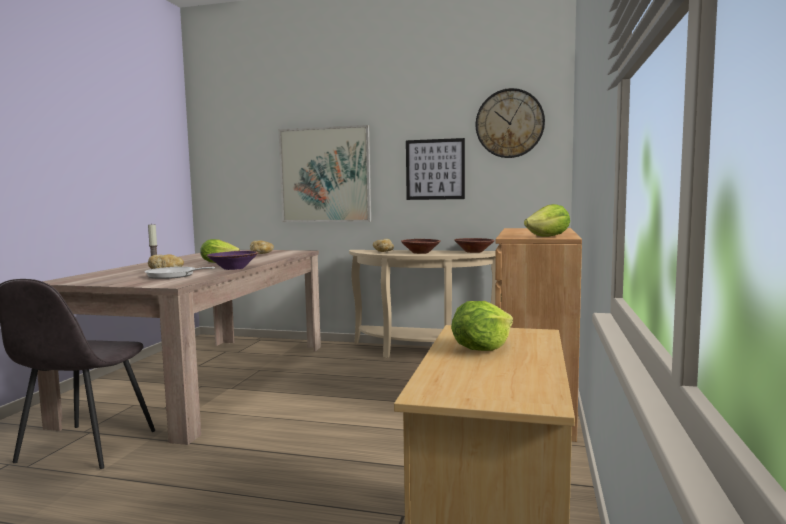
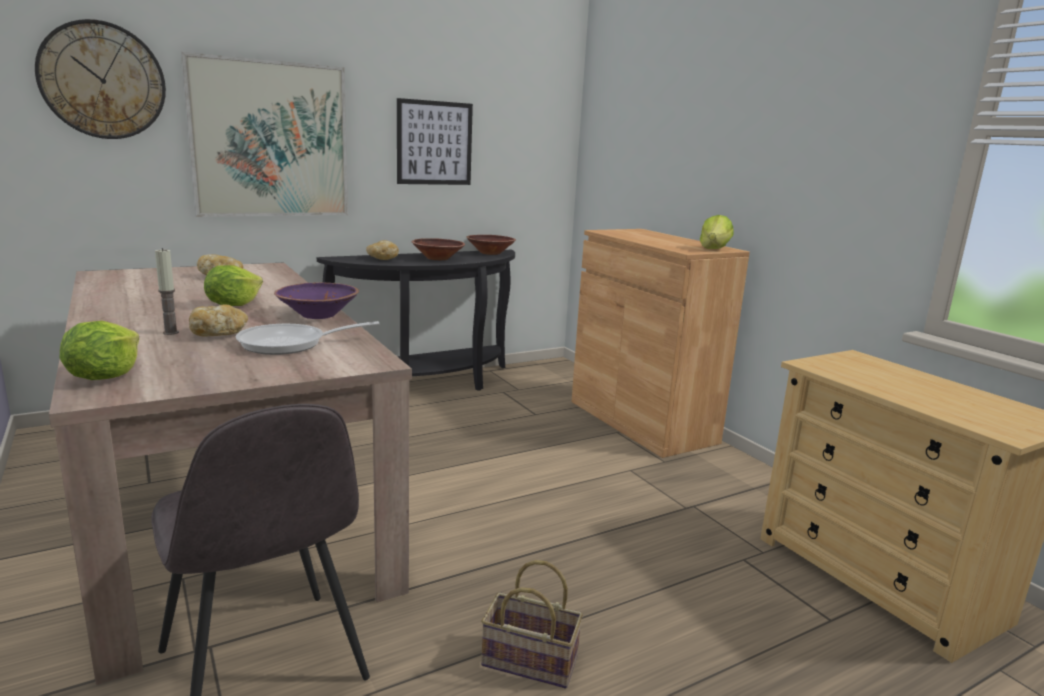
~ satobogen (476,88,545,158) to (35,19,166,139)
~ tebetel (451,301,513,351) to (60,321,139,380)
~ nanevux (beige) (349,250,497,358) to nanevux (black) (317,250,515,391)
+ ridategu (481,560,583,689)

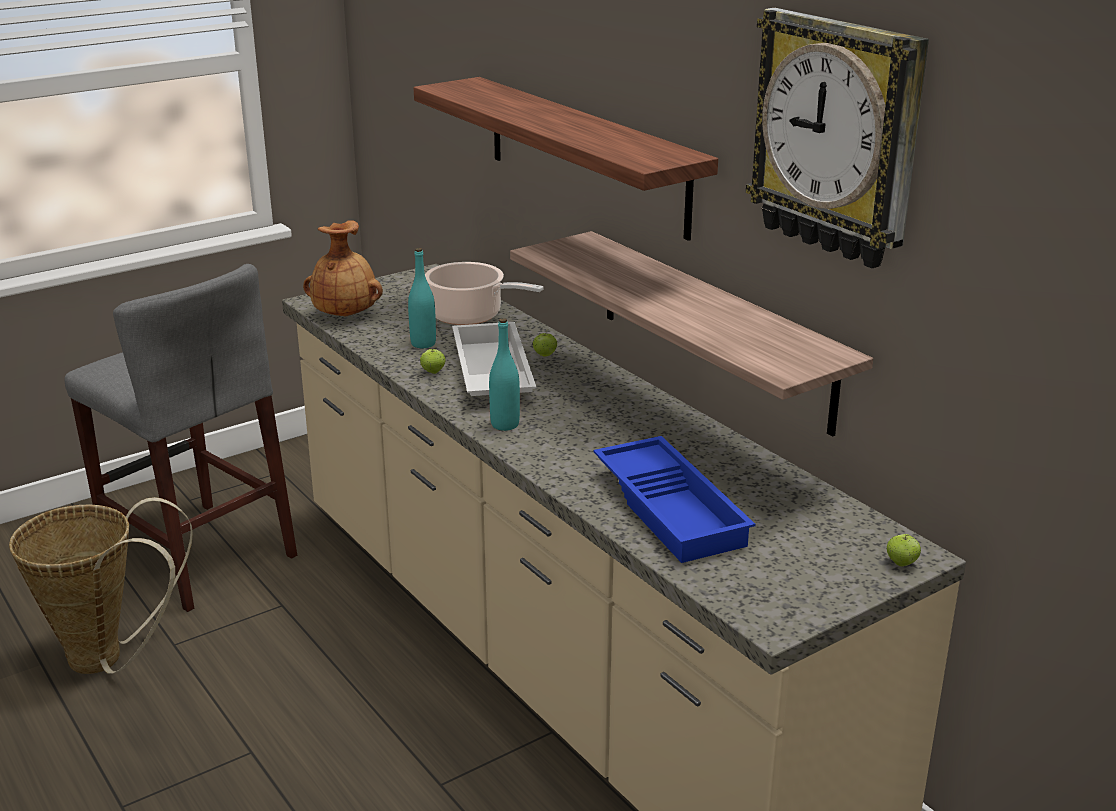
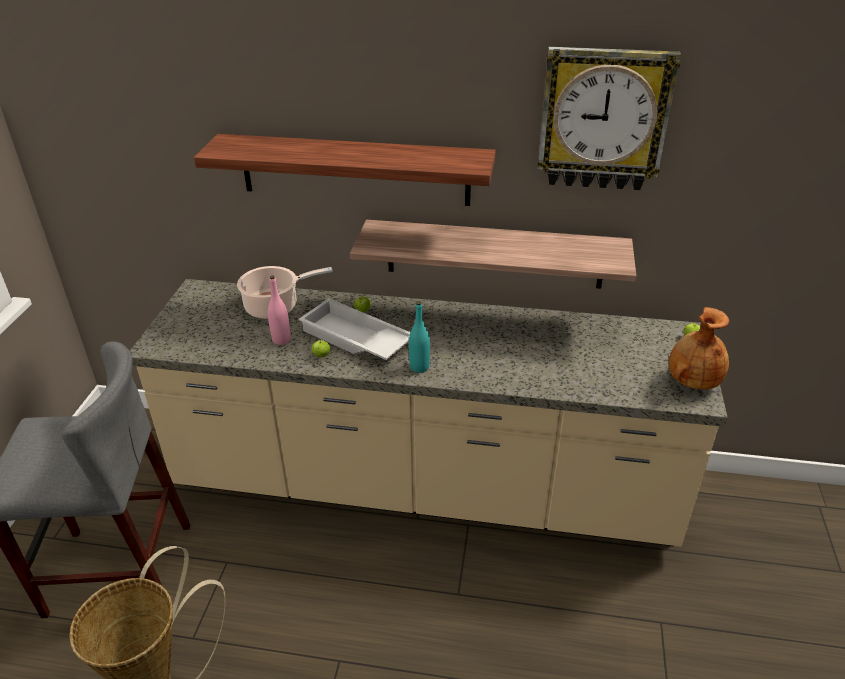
~ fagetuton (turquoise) (408,248,436,348) to fagetuton (pink) (268,275,291,345)
~ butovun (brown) (303,220,383,317) to (669,307,729,390)
- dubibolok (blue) (593,436,756,563)

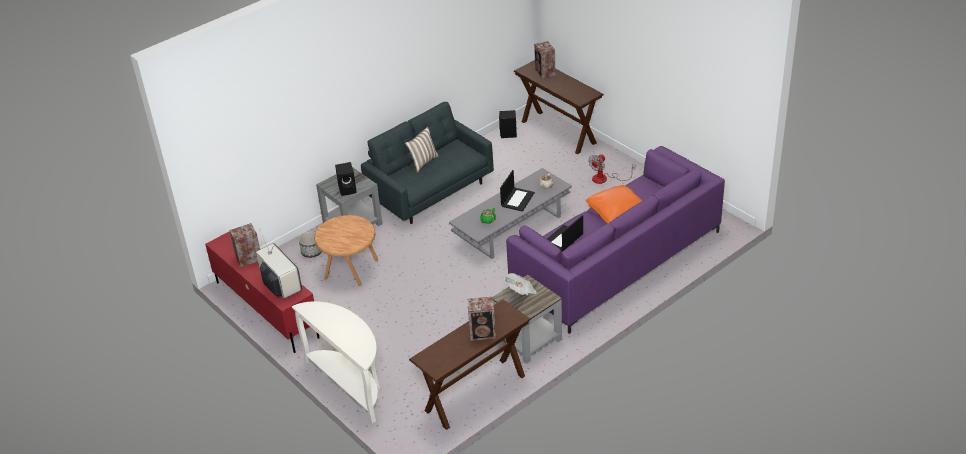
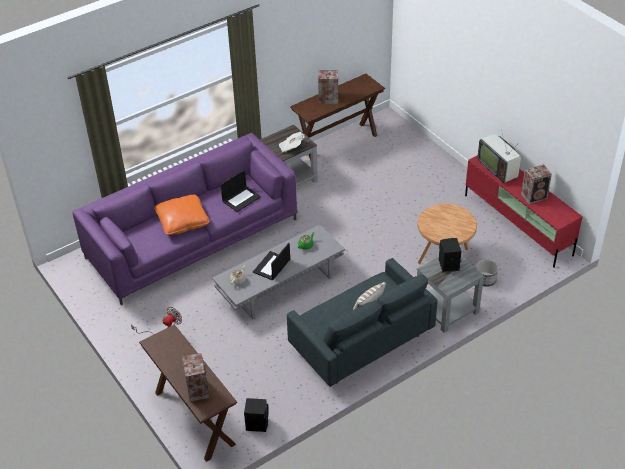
- nanevux (white) (292,301,380,424)

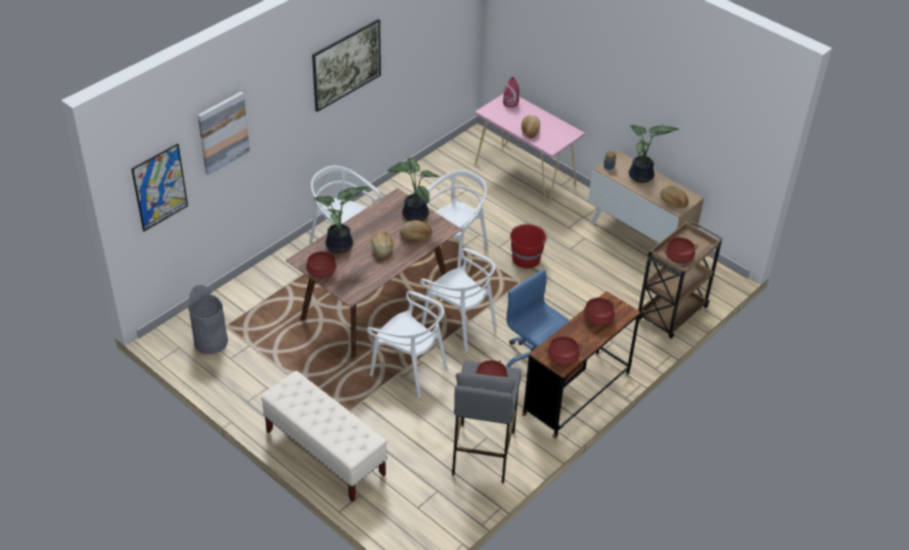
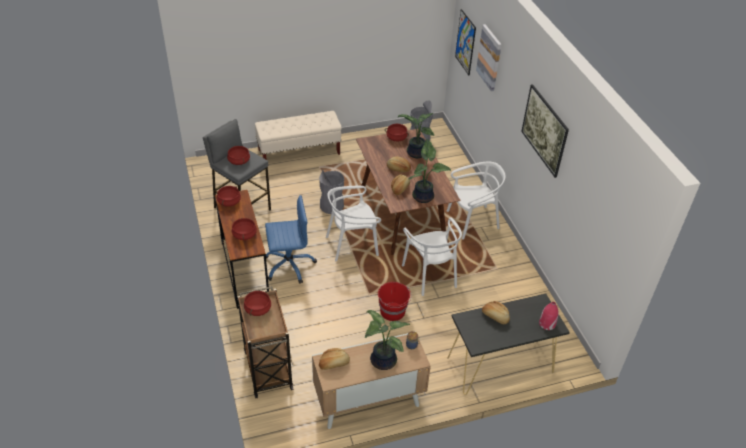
~ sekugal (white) (367,291,448,398) to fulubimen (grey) (319,169,344,214)
~ nanevux (pink) (475,94,585,206) to nanevux (black) (447,293,570,395)

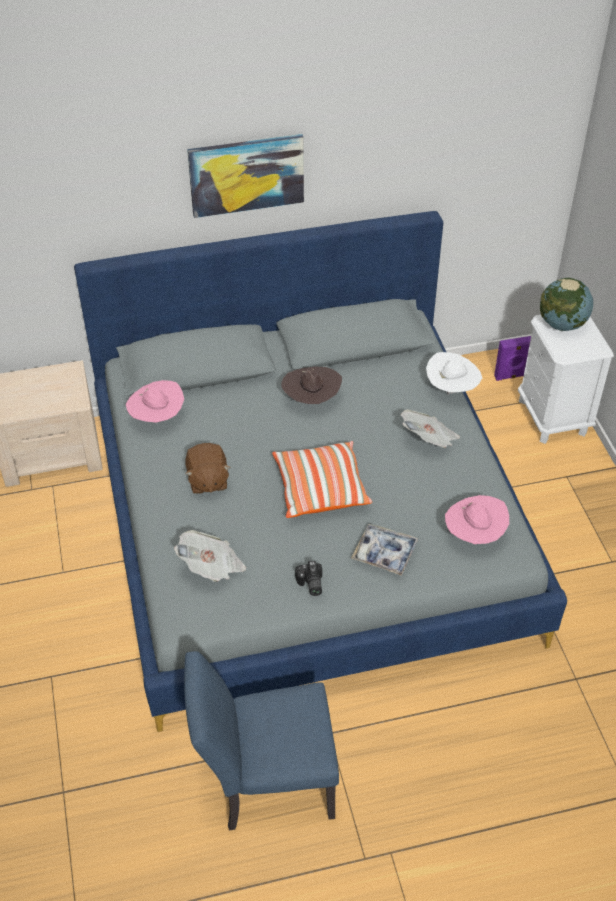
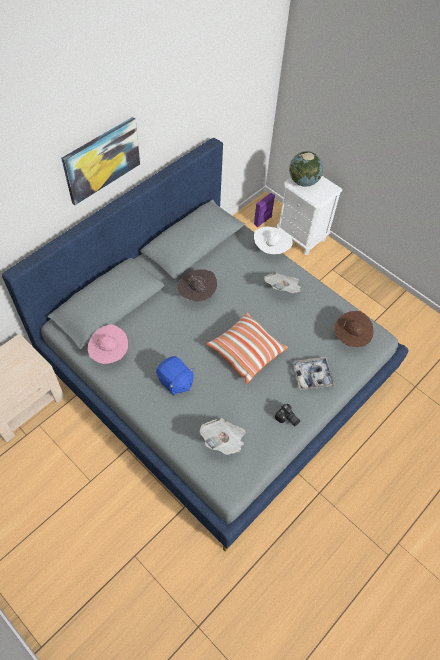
~ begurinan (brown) (185,443,231,494) to begurinan (blue) (156,356,194,395)
~ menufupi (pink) (445,495,509,544) to menufupi (brown) (335,311,374,347)
- sekugal (blue) (184,651,339,831)

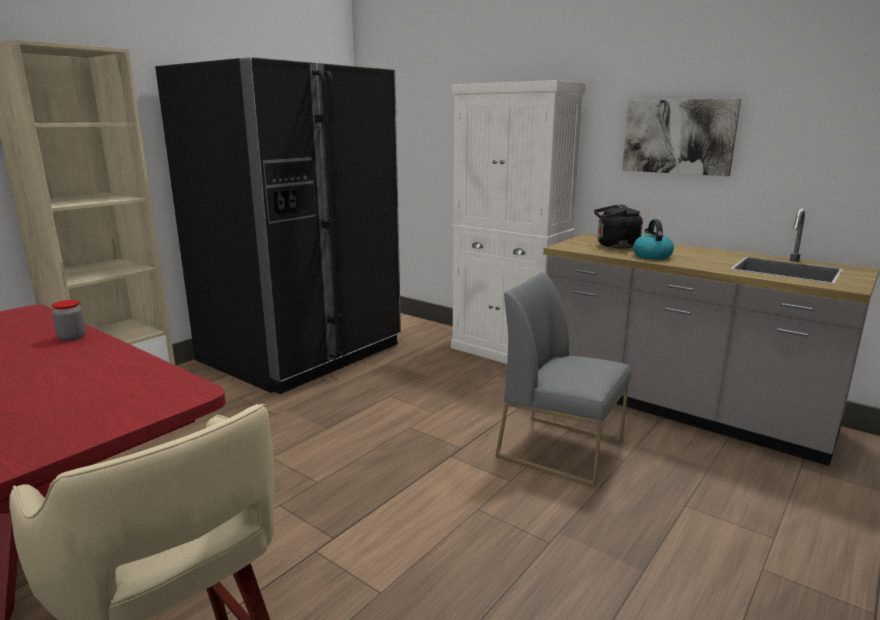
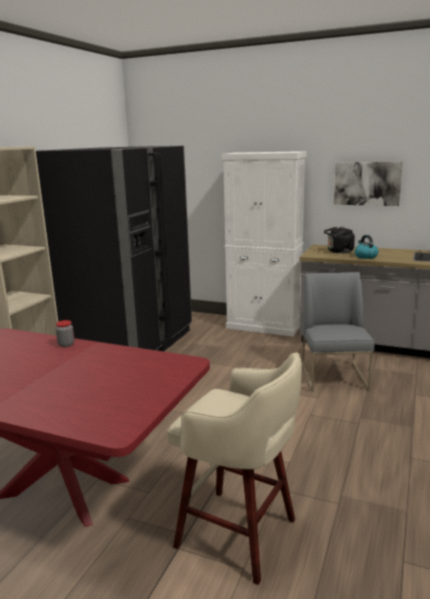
~ sekugal (grey) (495,272,631,488) = (302,272,375,392) 75 degrees clockwise

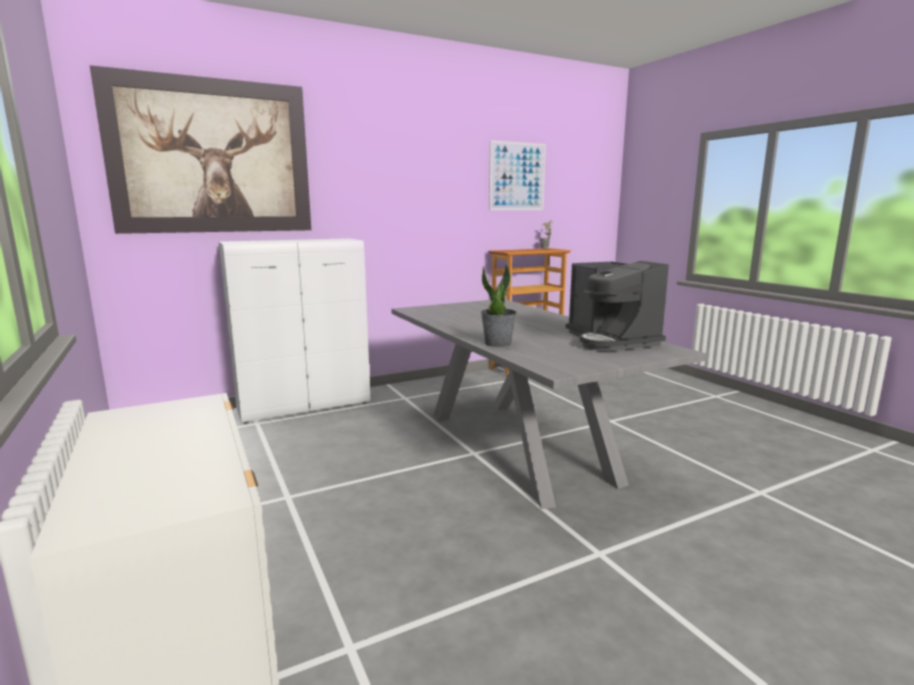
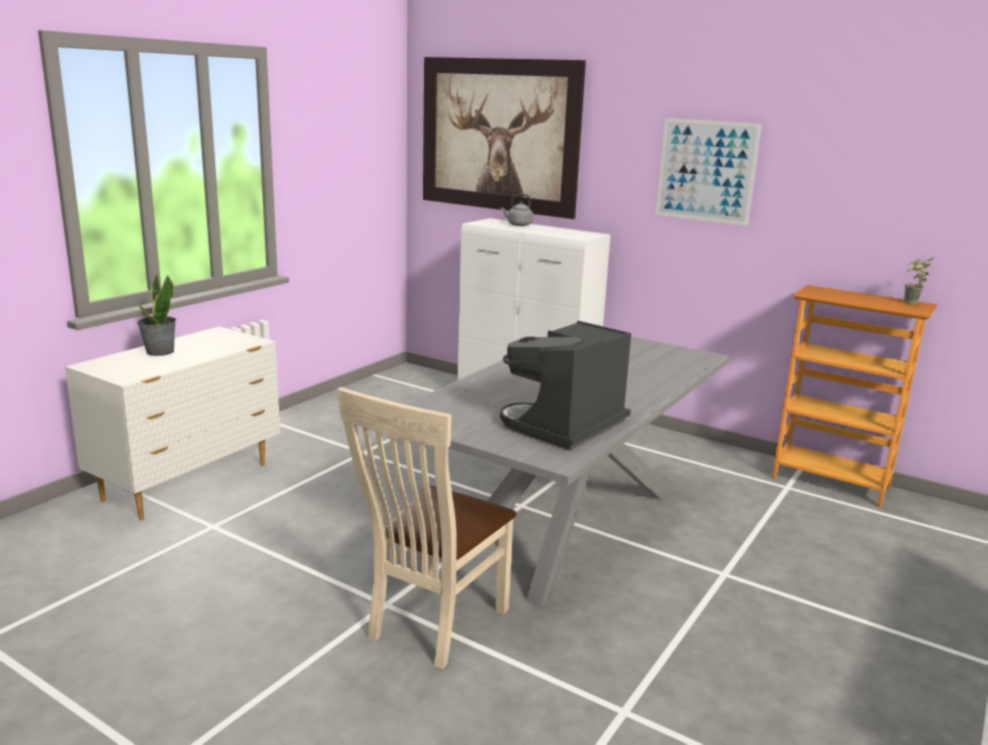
~ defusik (481,263,517,347) to (137,273,176,356)
+ sekugal (beige) (337,387,516,669)
+ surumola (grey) (501,194,533,226)
~ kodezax (489,140,546,210) to (656,118,761,225)

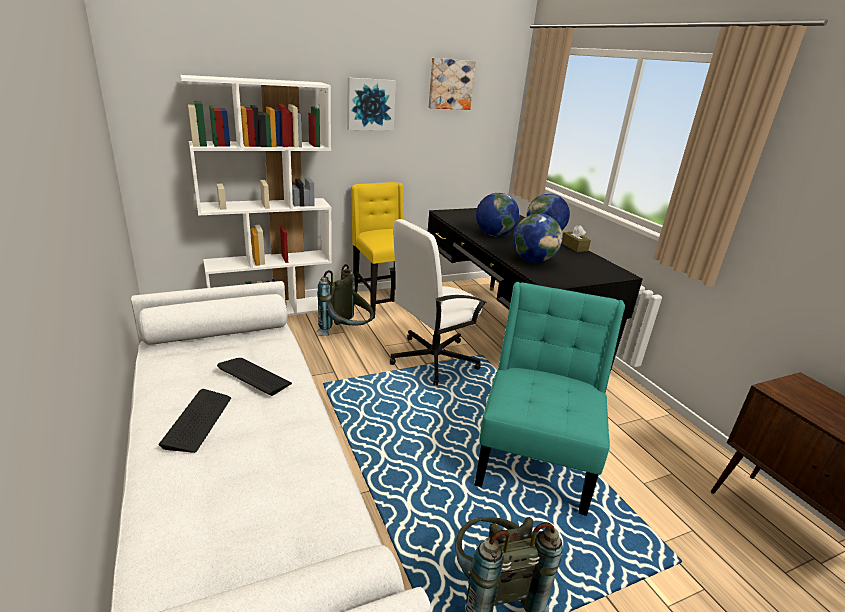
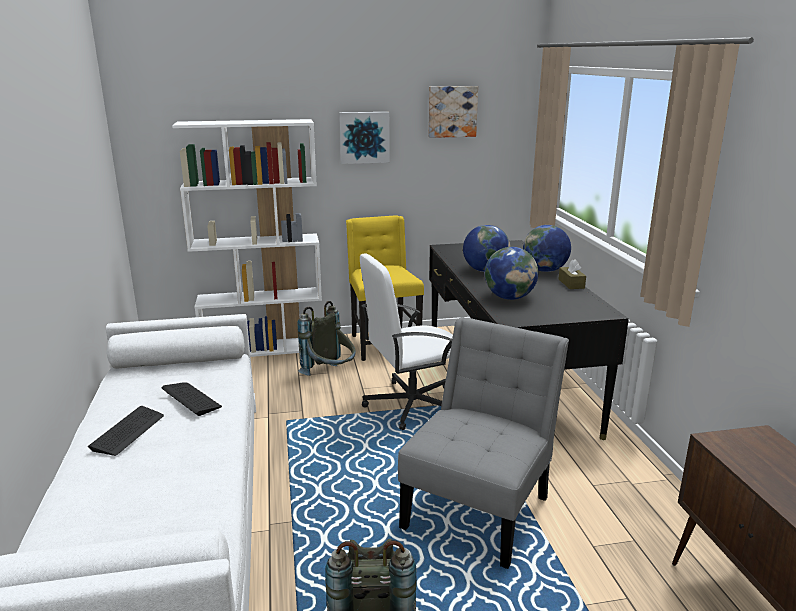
~ sekugal (turquoise) (475,282,625,516) to sekugal (grey) (398,317,569,569)

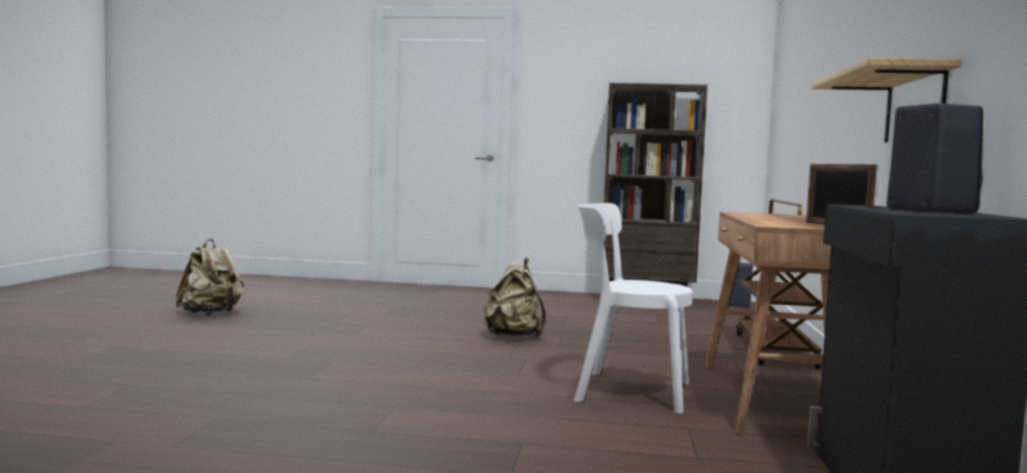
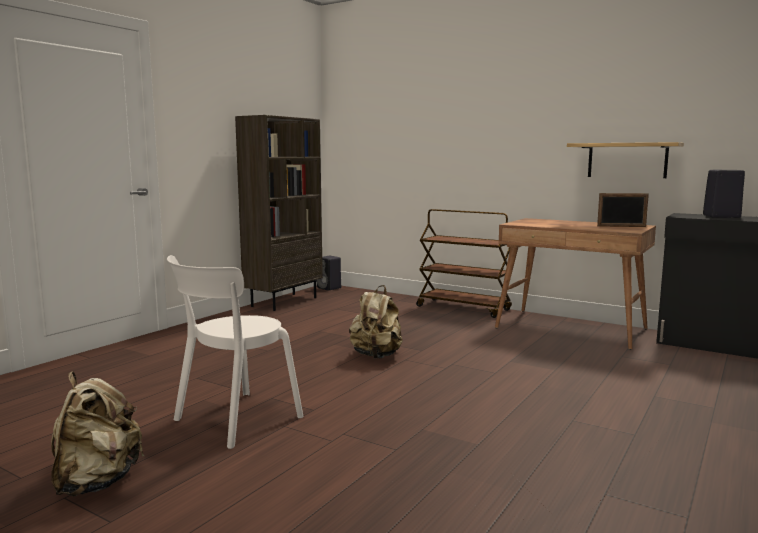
~ sekugal (white) (574,203,692,414) to (167,255,304,449)

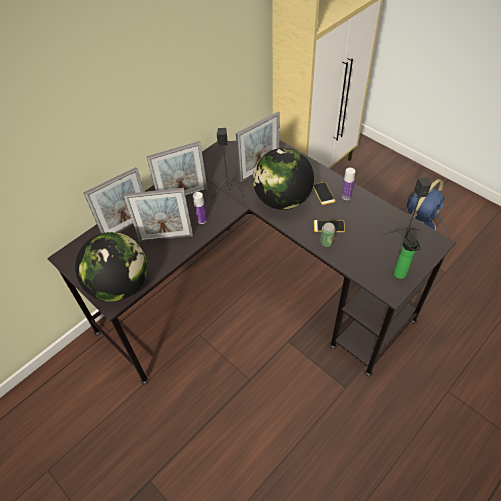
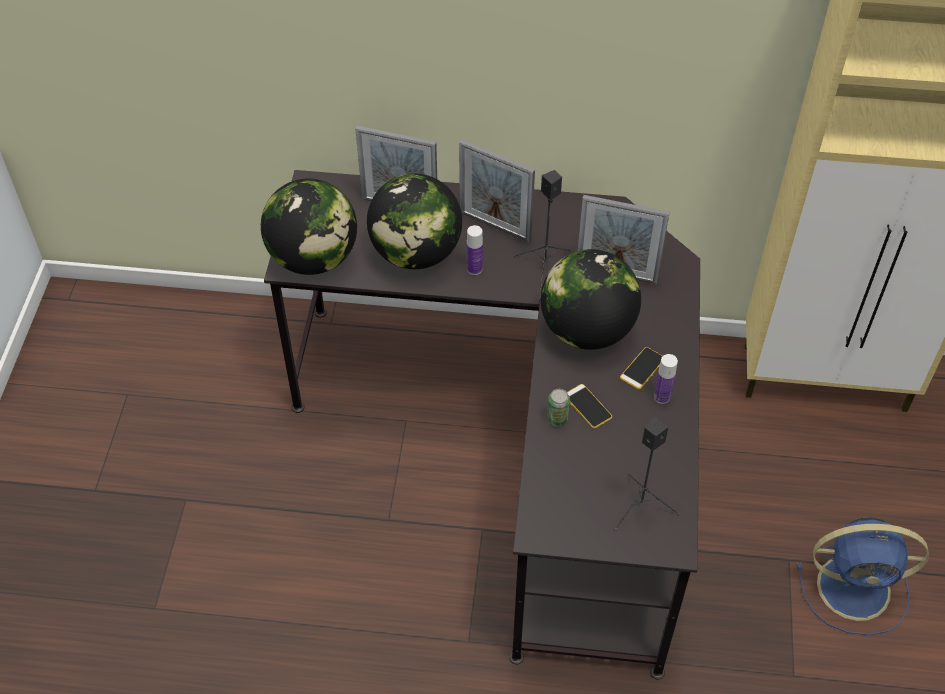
~ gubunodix (124,188,193,242) to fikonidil (367,173,462,269)
- fagetuton (394,234,421,279)

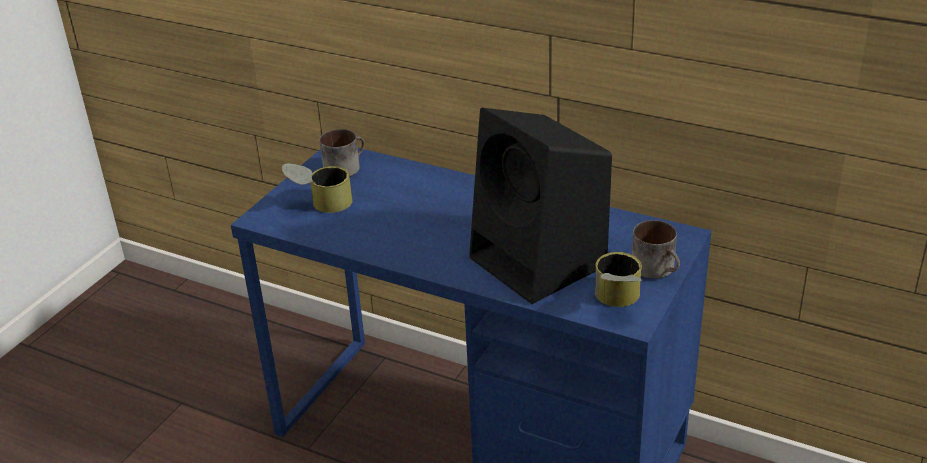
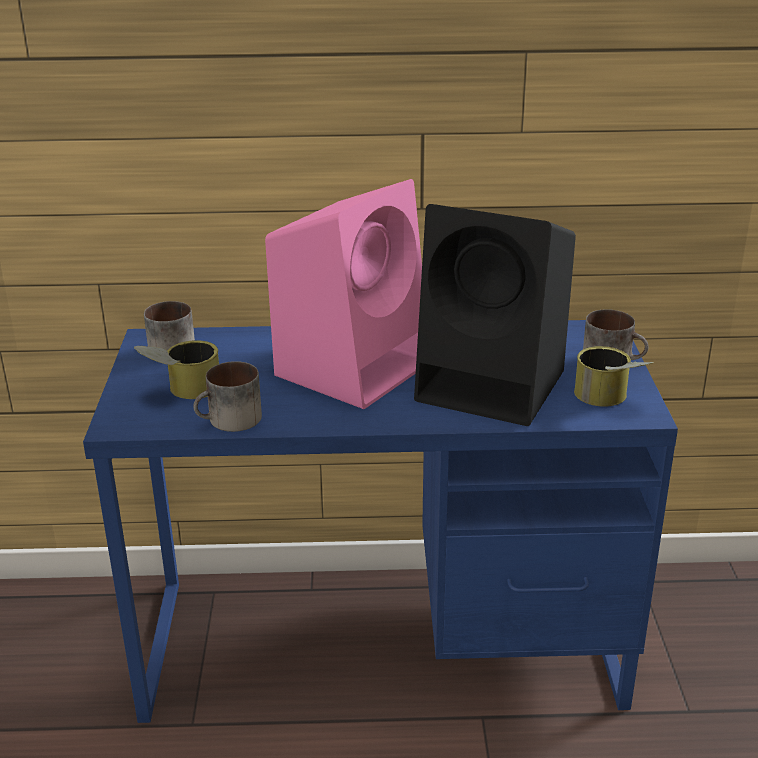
+ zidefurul (193,361,262,432)
+ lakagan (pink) (265,179,422,409)

